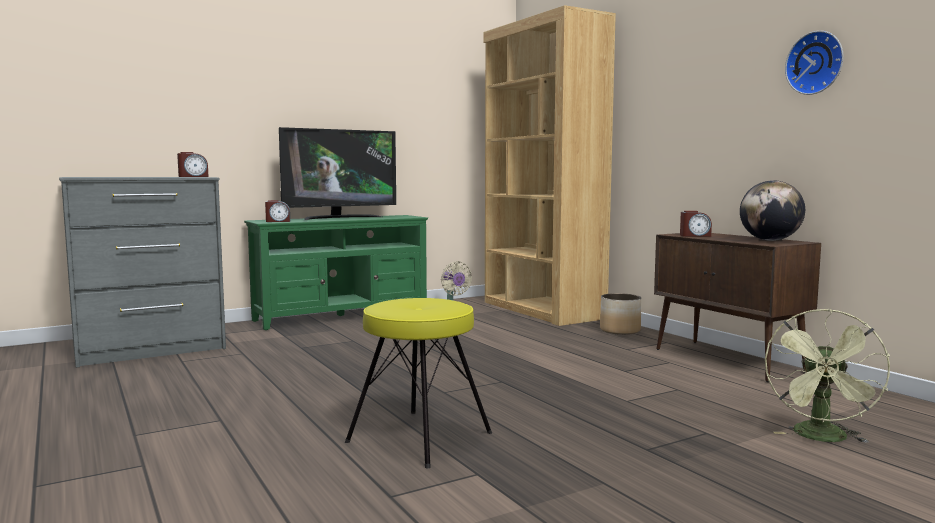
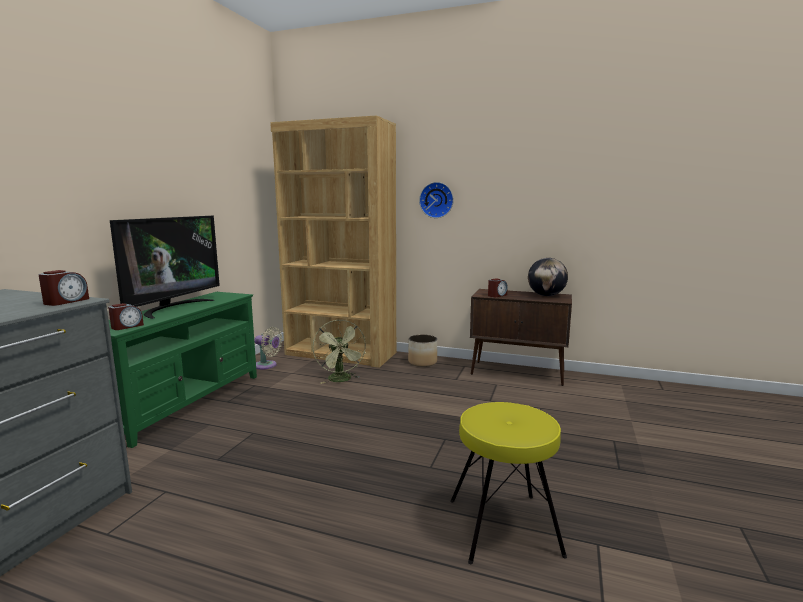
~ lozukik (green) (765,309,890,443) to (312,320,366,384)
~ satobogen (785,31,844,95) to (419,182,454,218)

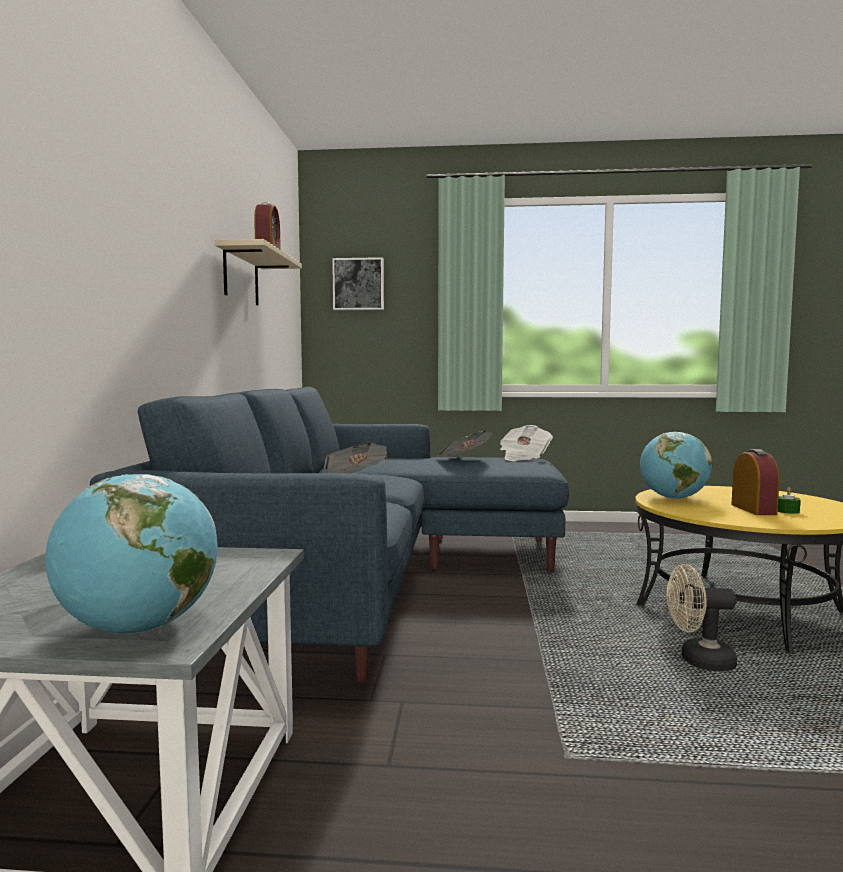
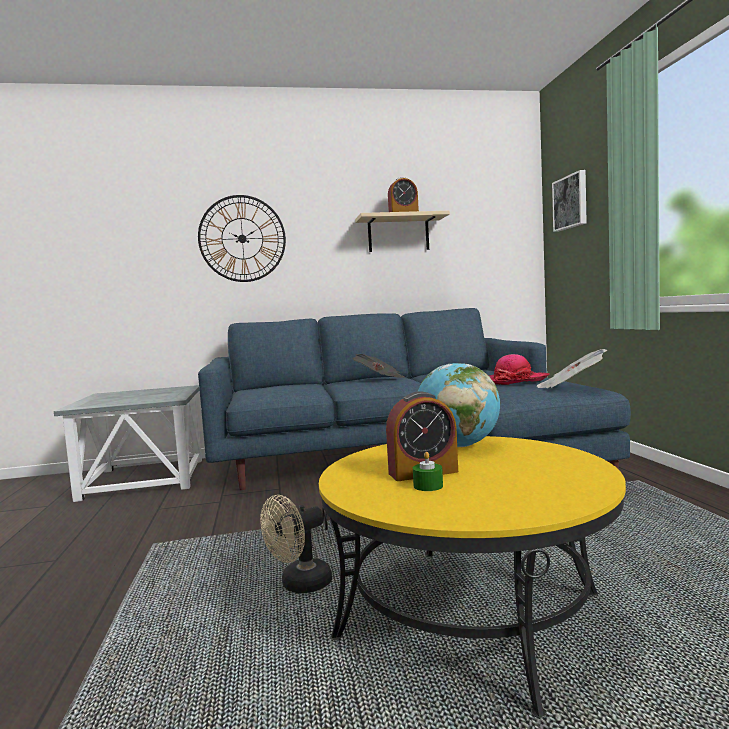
+ satobogen (198,195,286,282)
~ lozukik (beige) (667,564,737,671) = (260,495,332,593) 120 degrees counterclockwise
~ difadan (437,430,493,457) to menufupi (489,354,550,385)
- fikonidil (45,474,217,634)

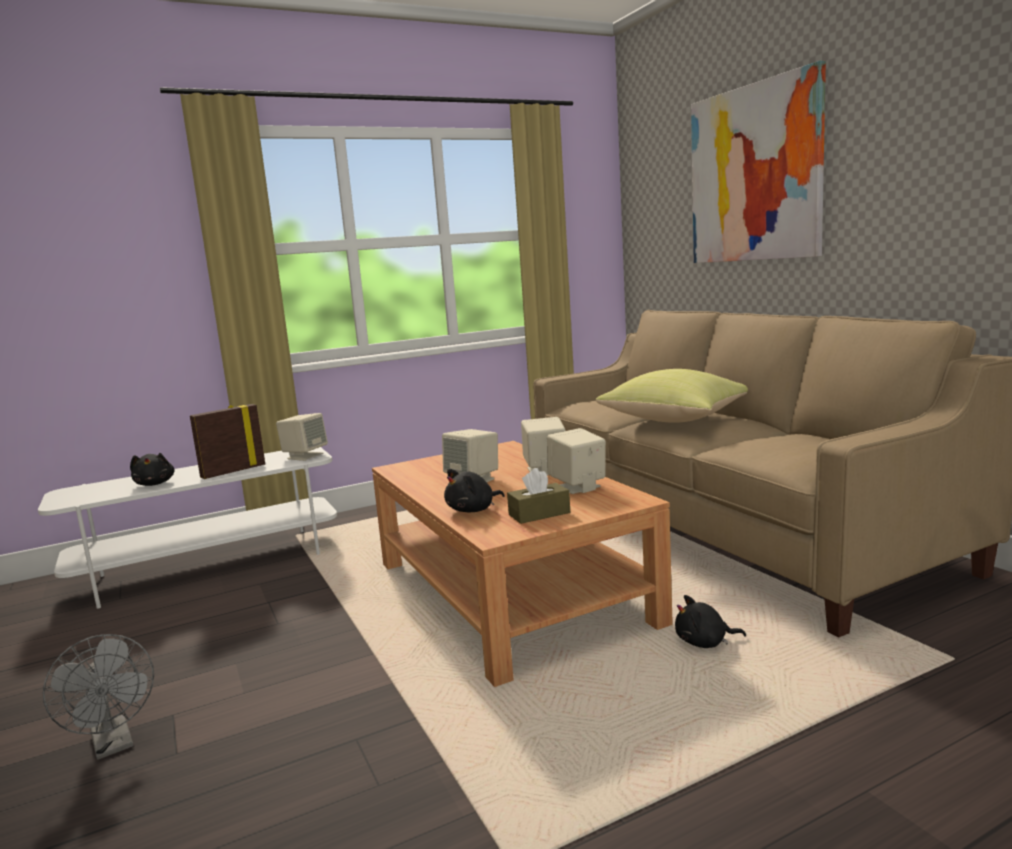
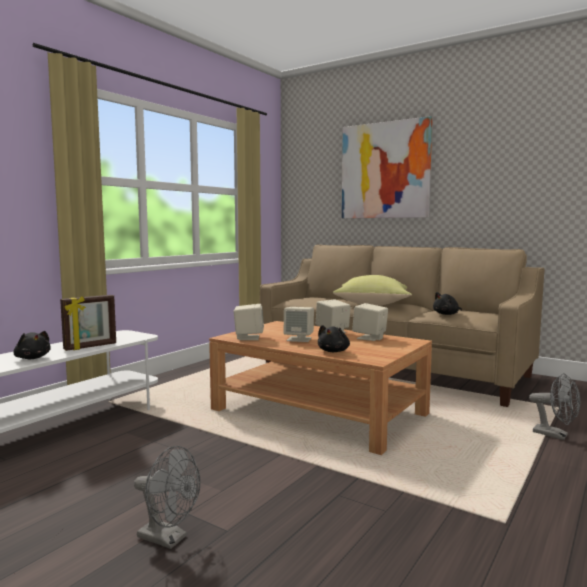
~ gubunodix (190,404,265,479) = (60,295,116,351) 150 degrees counterclockwise
~ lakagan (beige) (276,413,328,461) to (234,304,264,340)
~ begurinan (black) (675,595,746,648) to (433,292,462,315)
+ lozukik (grey) (529,373,580,440)
- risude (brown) (507,468,570,524)

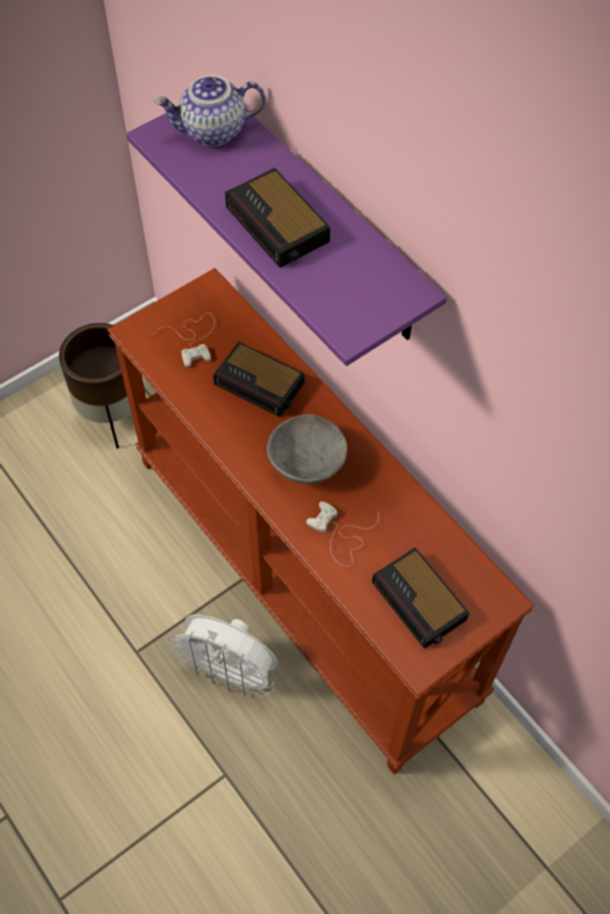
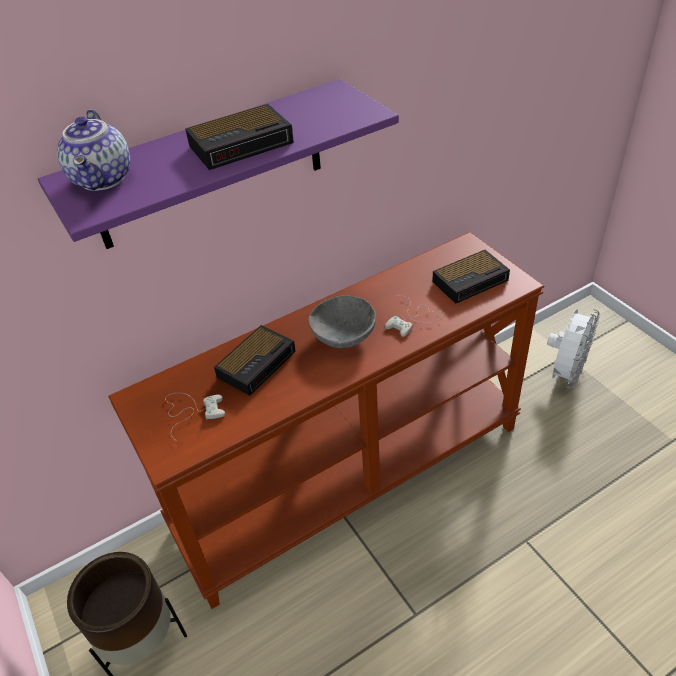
~ lozukik (white) (166,615,278,698) to (547,309,600,388)

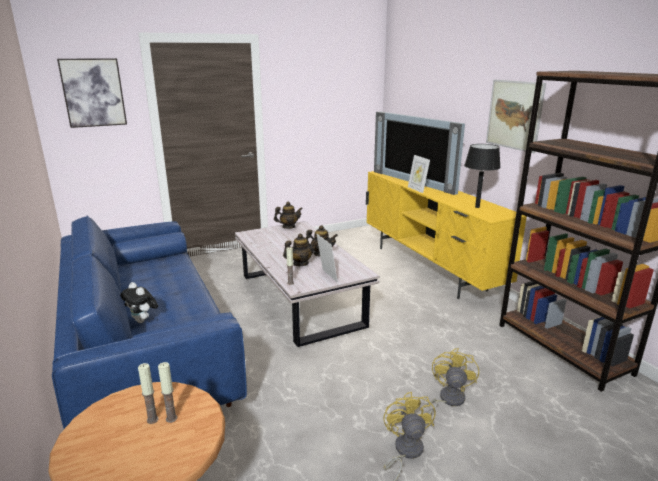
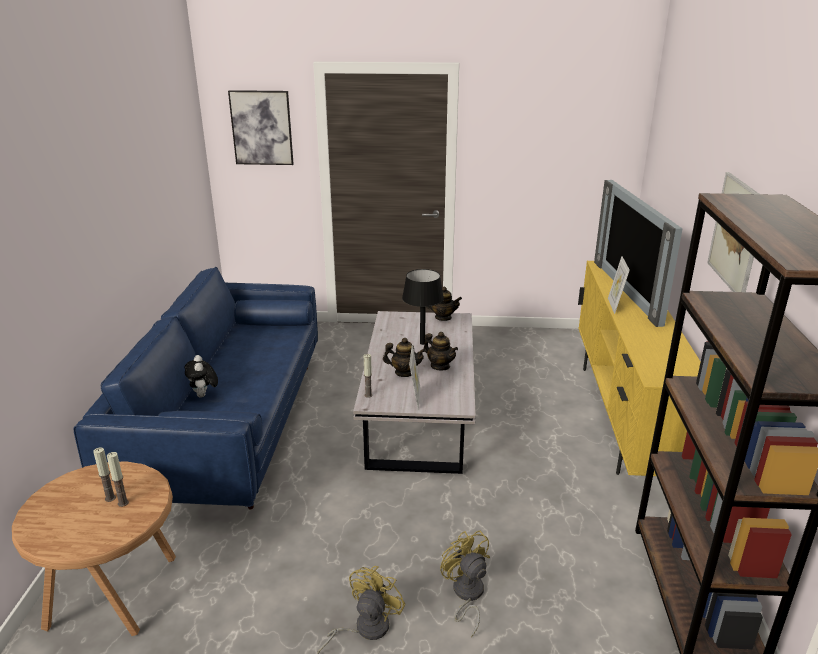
~ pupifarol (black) (464,144,501,208) to (402,269,444,345)
~ lozukik (yellow) (424,348,479,414) = (440,530,490,637) 75 degrees counterclockwise

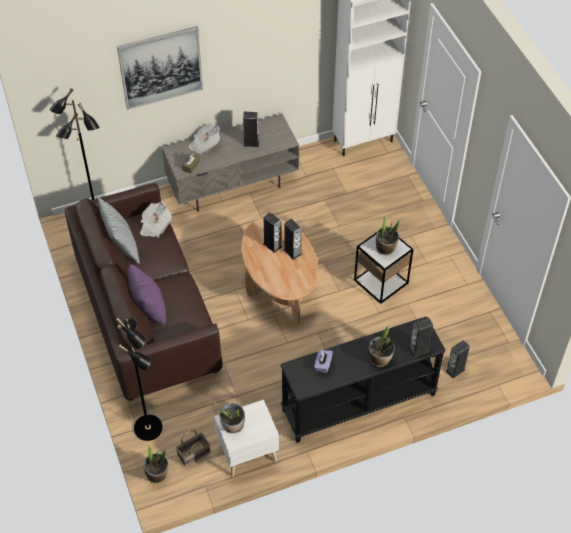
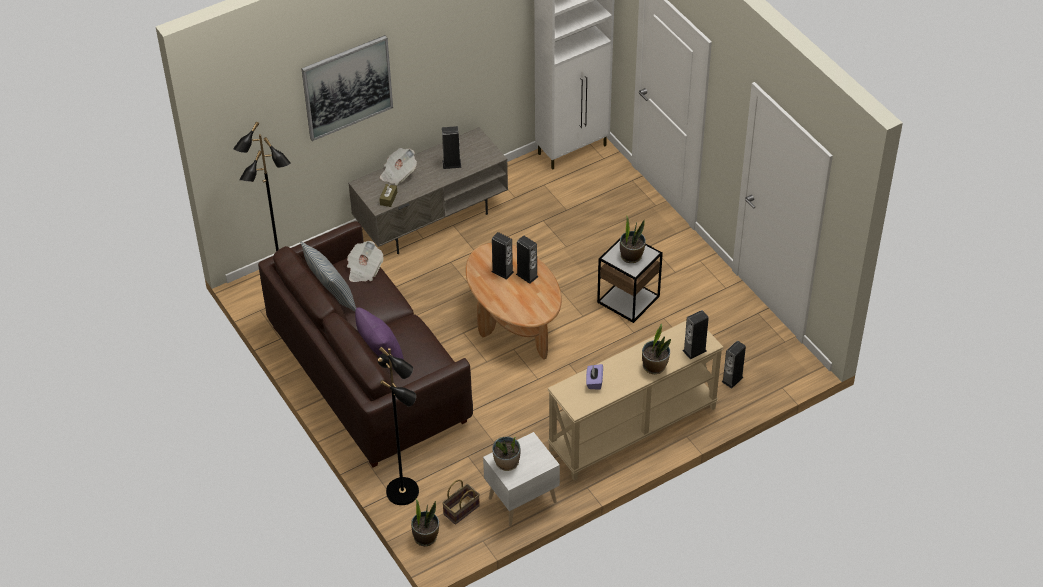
~ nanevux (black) (281,316,446,443) to nanevux (beige) (548,320,724,481)

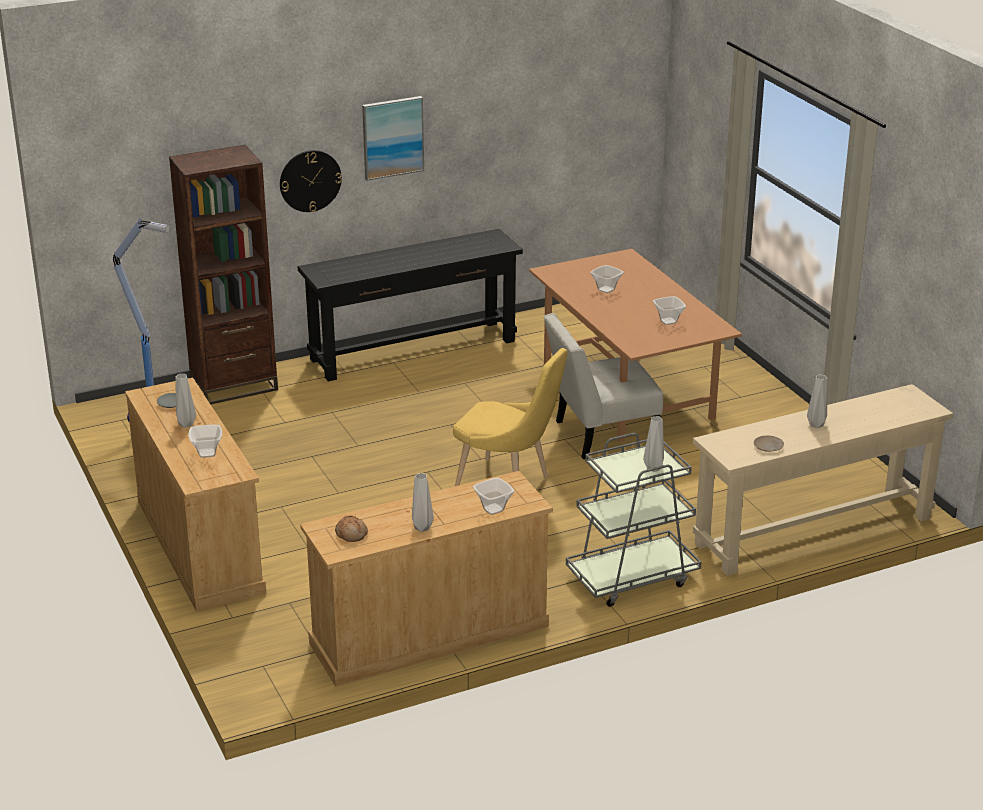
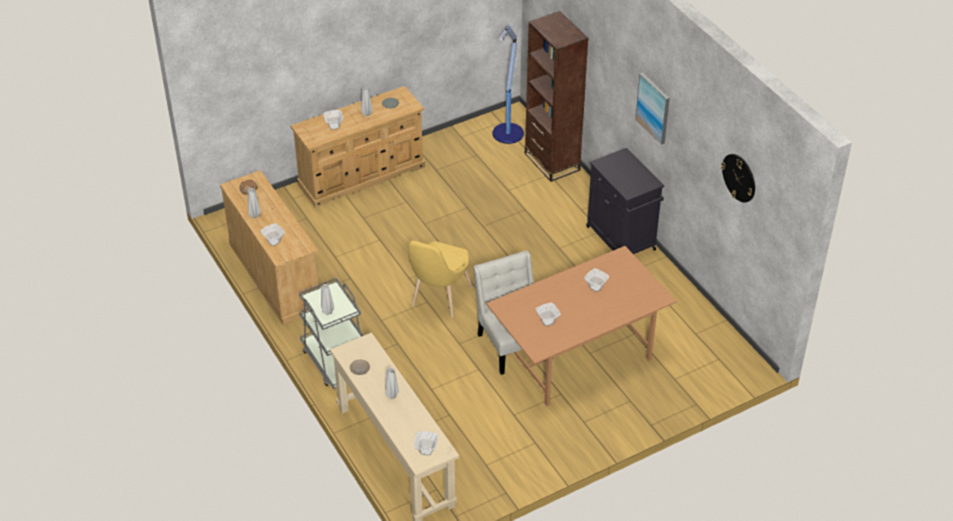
+ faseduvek (414,431,438,455)
~ nanevux (black) (298,229,523,382) to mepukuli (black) (586,148,664,254)
~ satobogen (280,150,342,212) to (721,154,755,203)

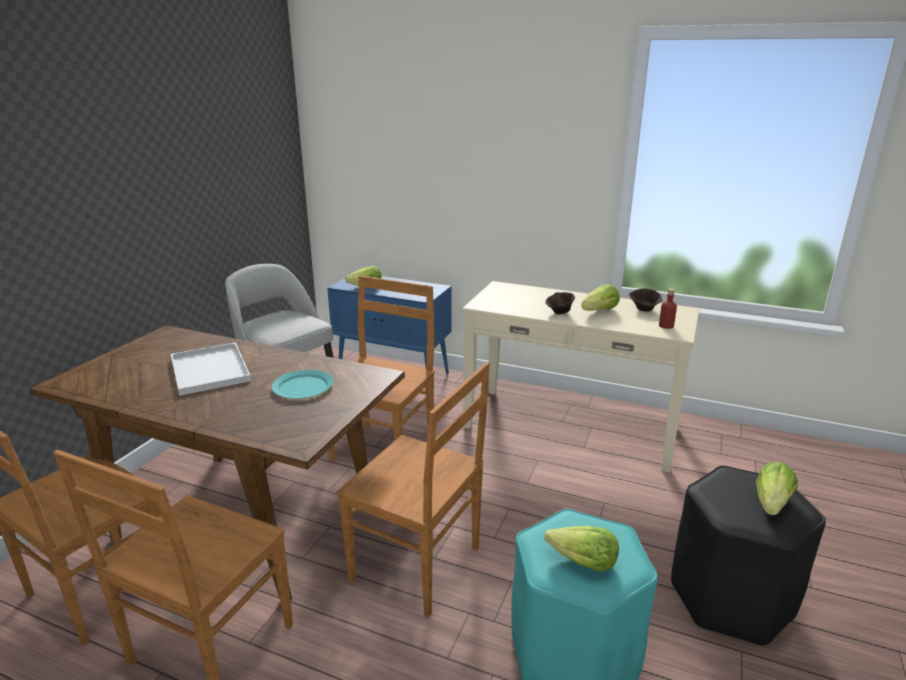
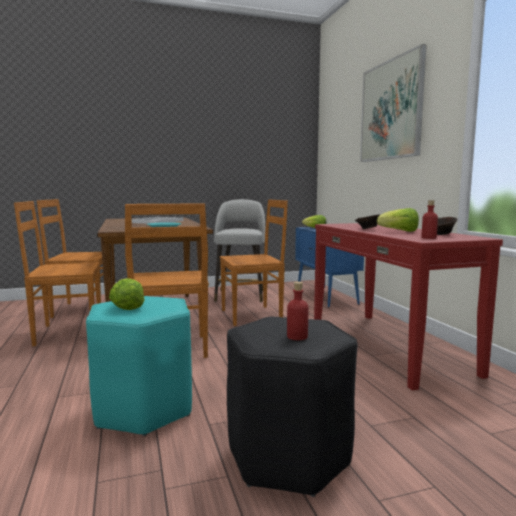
~ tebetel (756,462,798,516) to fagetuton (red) (287,282,308,340)
~ nanevux (beige) (462,281,699,473) to nanevux (red) (314,223,503,391)
+ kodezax (360,44,427,162)

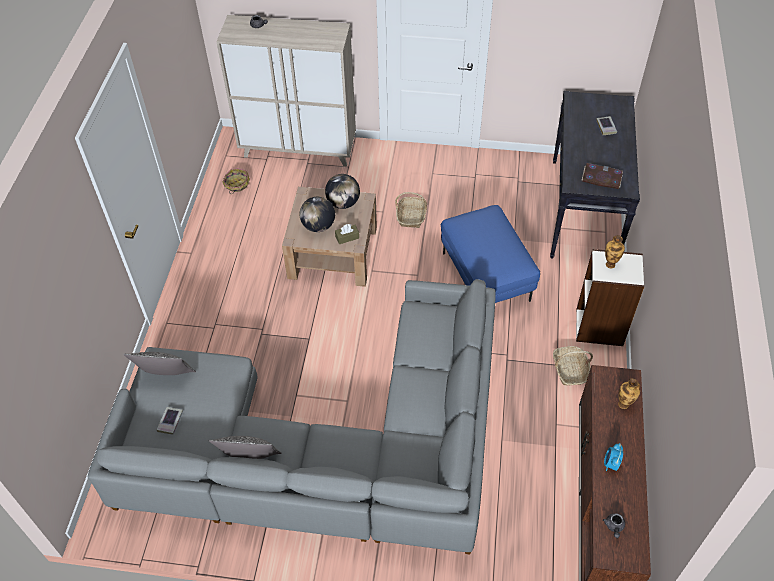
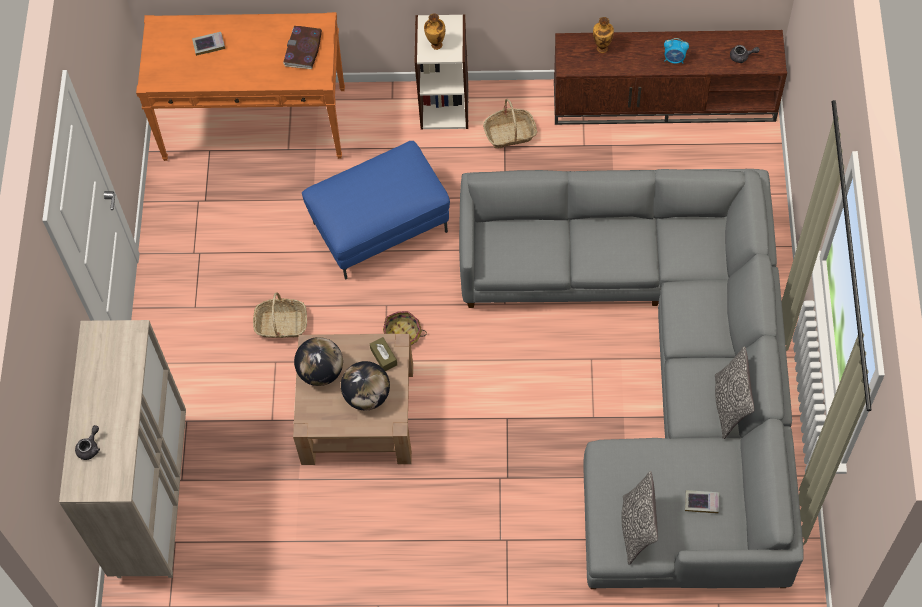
~ nanevux (black) (550,91,640,258) to nanevux (orange) (136,12,345,161)
~ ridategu (222,168,250,194) to (383,311,427,345)

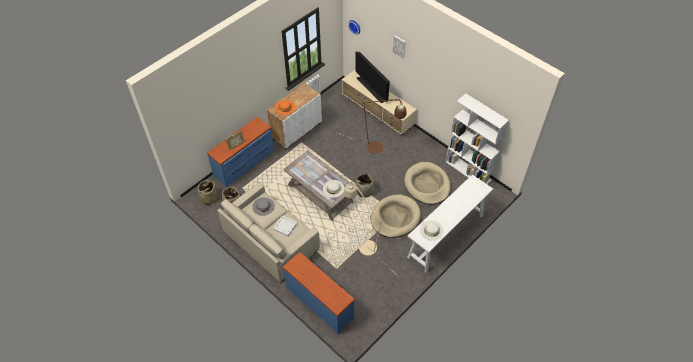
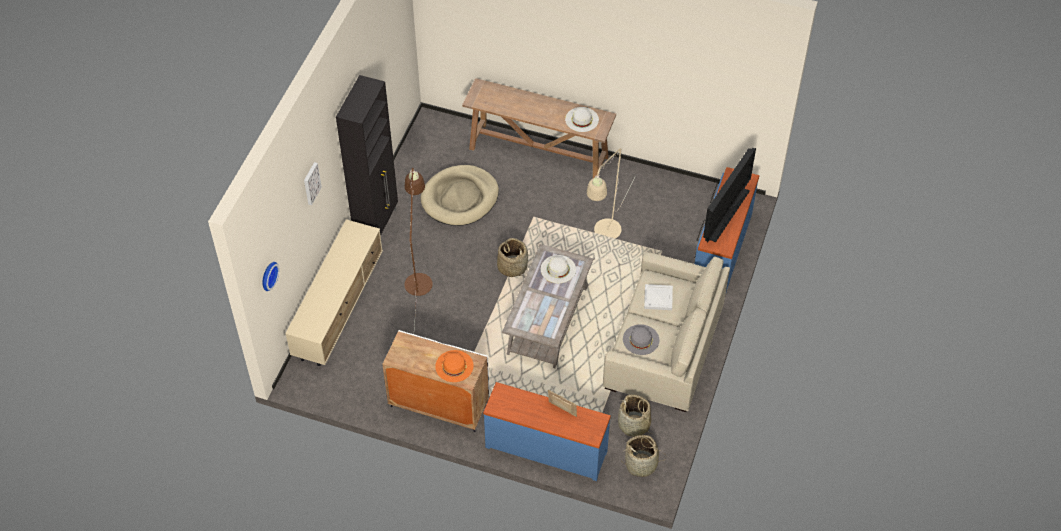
+ mepukuli (black) (336,75,398,236)
~ nanevux (white) (407,175,493,273) to nanevux (brown) (462,78,616,178)
~ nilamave (355,51,390,103) to (703,148,756,243)
- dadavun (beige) (371,194,421,238)
- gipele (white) (445,94,509,184)

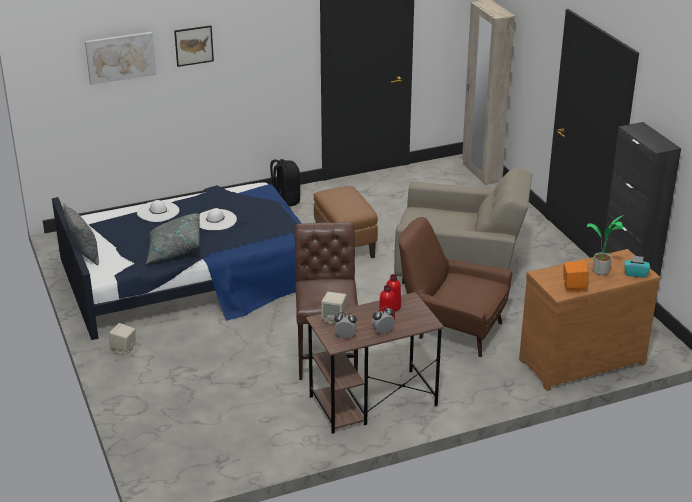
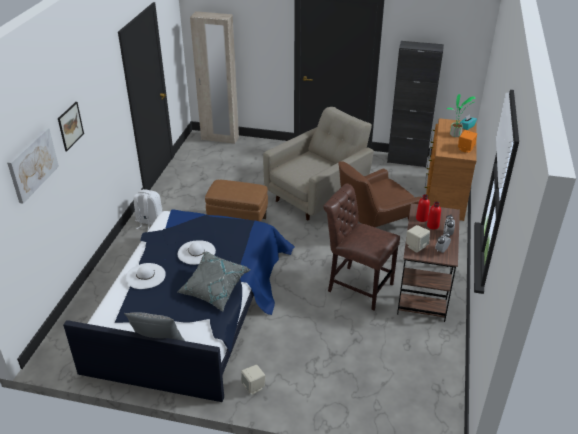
~ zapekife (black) (270,159,301,206) to zapekife (white) (133,189,163,230)

